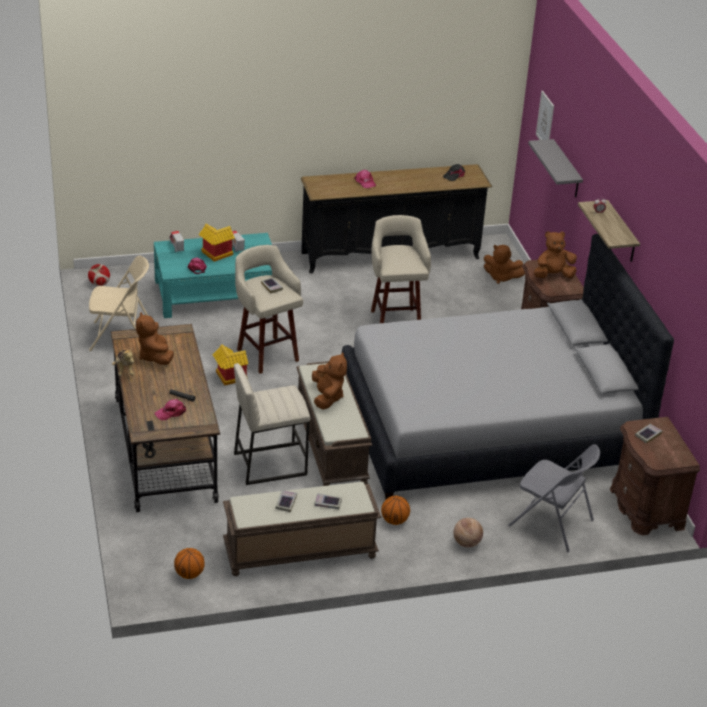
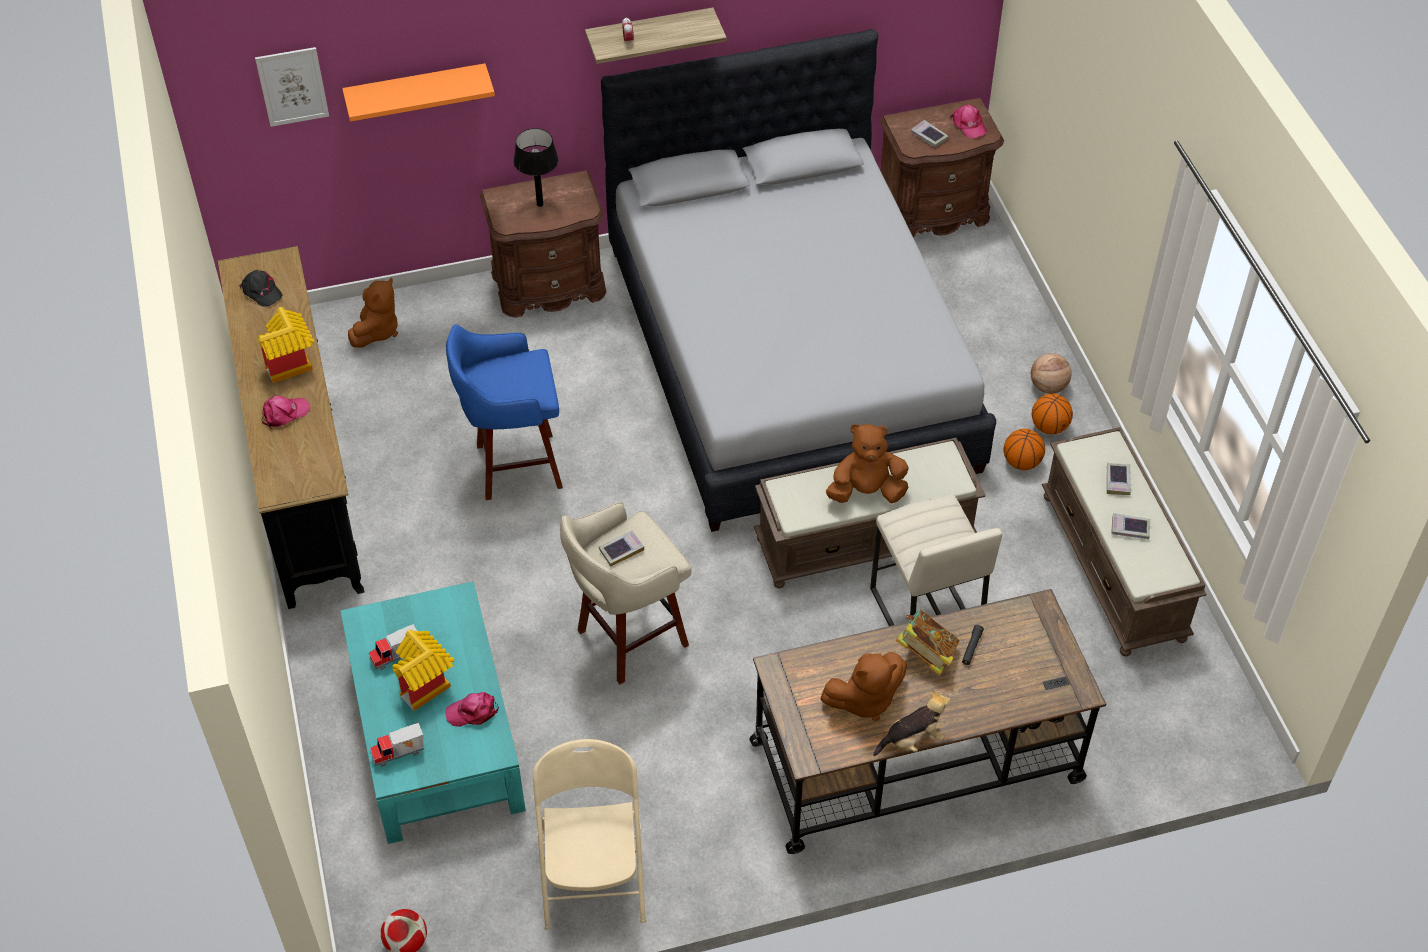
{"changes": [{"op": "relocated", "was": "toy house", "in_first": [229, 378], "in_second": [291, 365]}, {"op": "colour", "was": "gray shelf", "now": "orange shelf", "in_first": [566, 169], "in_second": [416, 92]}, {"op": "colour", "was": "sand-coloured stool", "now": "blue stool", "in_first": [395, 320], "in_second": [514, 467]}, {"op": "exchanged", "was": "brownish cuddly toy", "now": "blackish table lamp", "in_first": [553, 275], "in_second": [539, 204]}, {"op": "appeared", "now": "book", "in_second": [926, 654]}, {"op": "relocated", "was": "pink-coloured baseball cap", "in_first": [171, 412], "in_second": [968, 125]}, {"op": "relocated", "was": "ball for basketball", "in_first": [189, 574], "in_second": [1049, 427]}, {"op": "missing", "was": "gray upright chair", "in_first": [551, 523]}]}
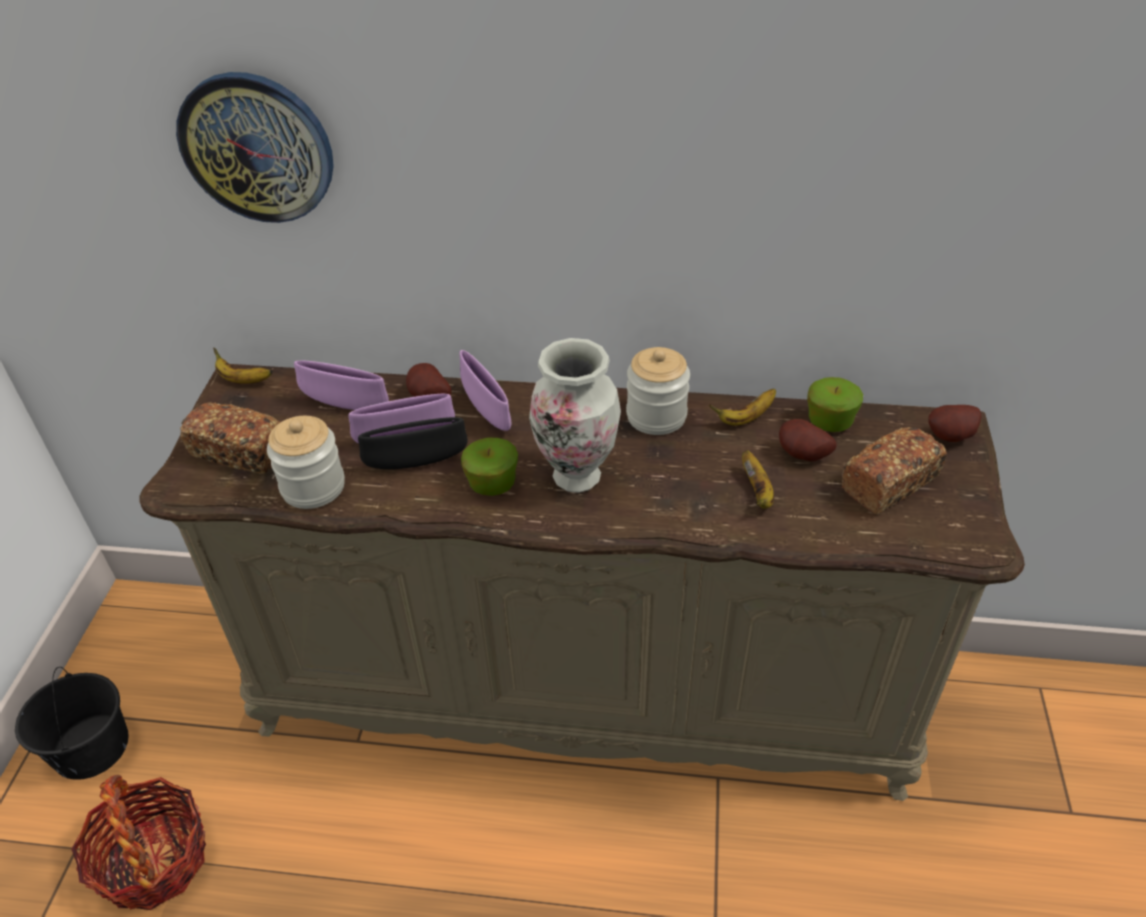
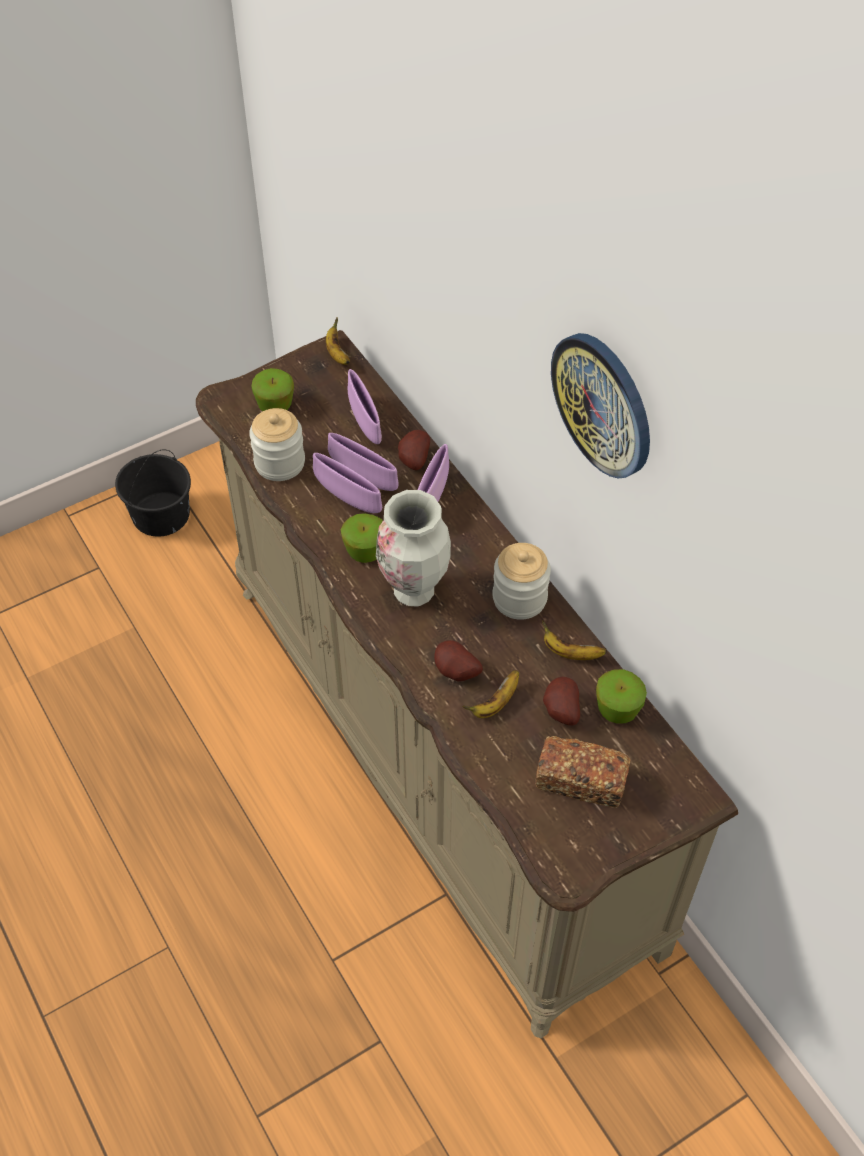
{"changes": [{"op": "exchanged", "was": "baked bread", "now": "whole apple", "in_first": [240, 452], "in_second": [275, 405]}, {"op": "colour", "was": "blackish deep dish", "now": "purple deep dish", "in_first": [417, 463], "in_second": [348, 498]}, {"op": "relocated", "was": "potato", "in_first": [952, 438], "in_second": [455, 672]}, {"op": "relocated", "was": "hanging clock", "in_first": [257, 148], "in_second": [603, 404]}, {"op": "missing", "was": "household basket", "in_first": [154, 860]}]}
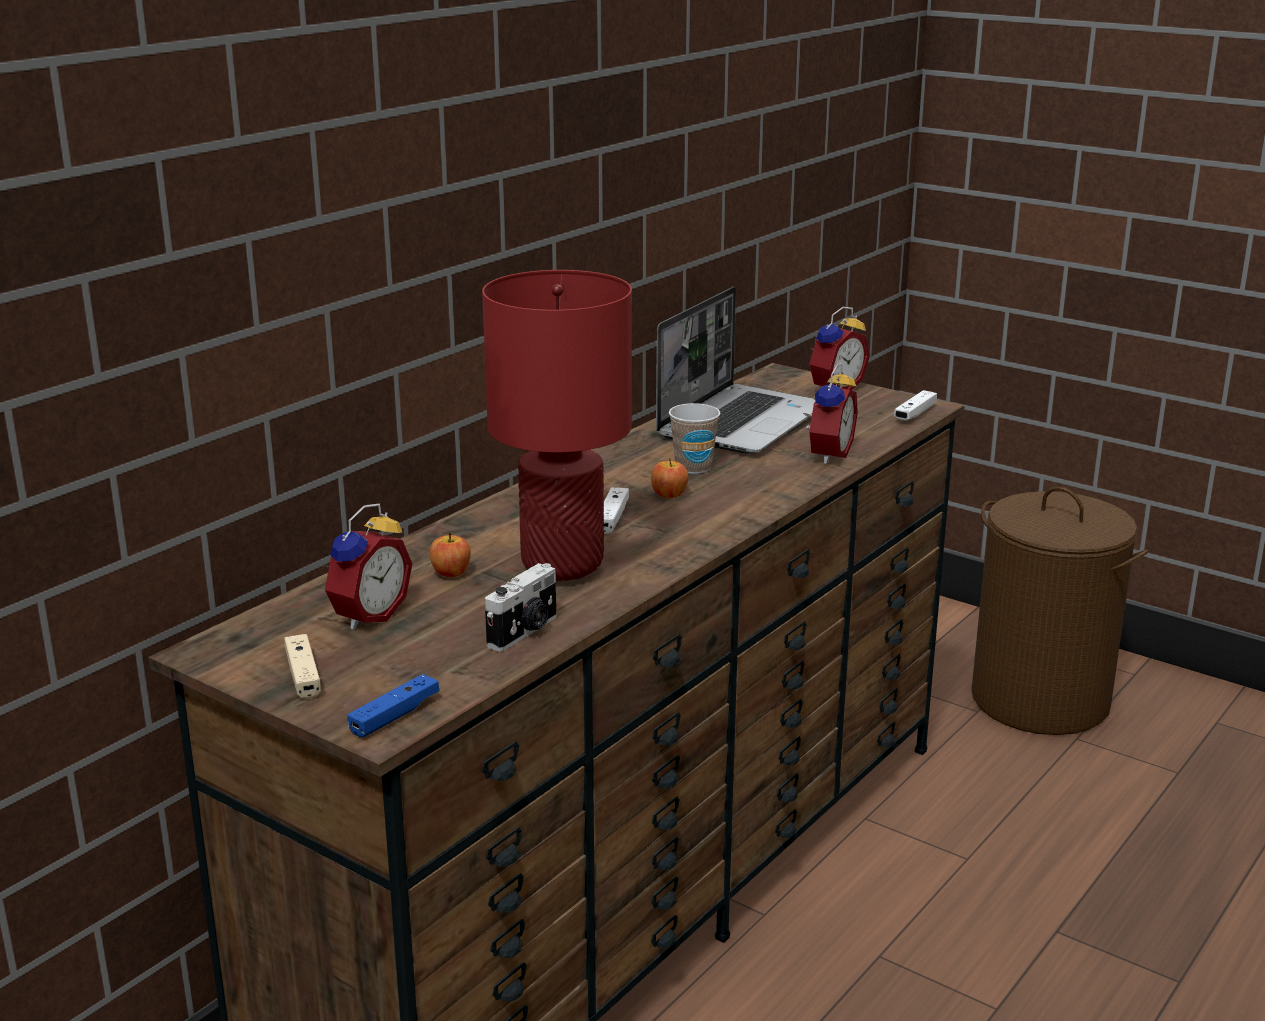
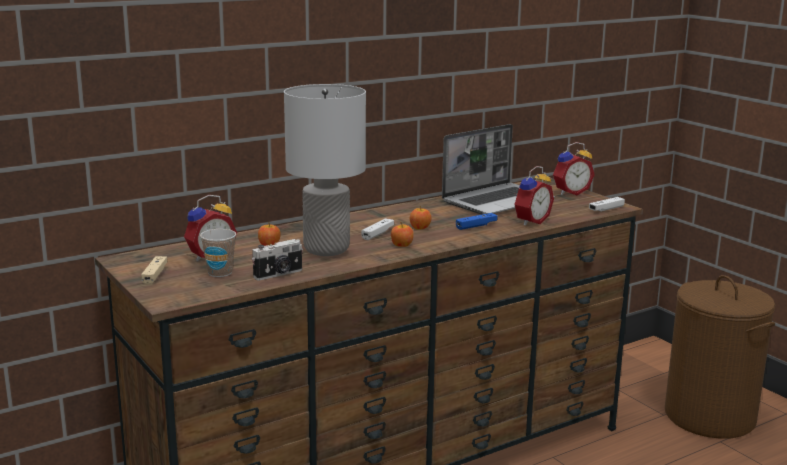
{"changes": [{"op": "relocated", "was": "drinking cup", "in_first": [693, 467], "in_second": [220, 273]}, {"op": "colour", "was": "reddish table lamp", "now": "gray table lamp", "in_first": [563, 570], "in_second": [327, 252]}, {"op": "appeared", "now": "whole apple", "in_second": [401, 245]}, {"op": "relocated", "was": "blue game controller", "in_first": [395, 715], "in_second": [476, 226]}]}
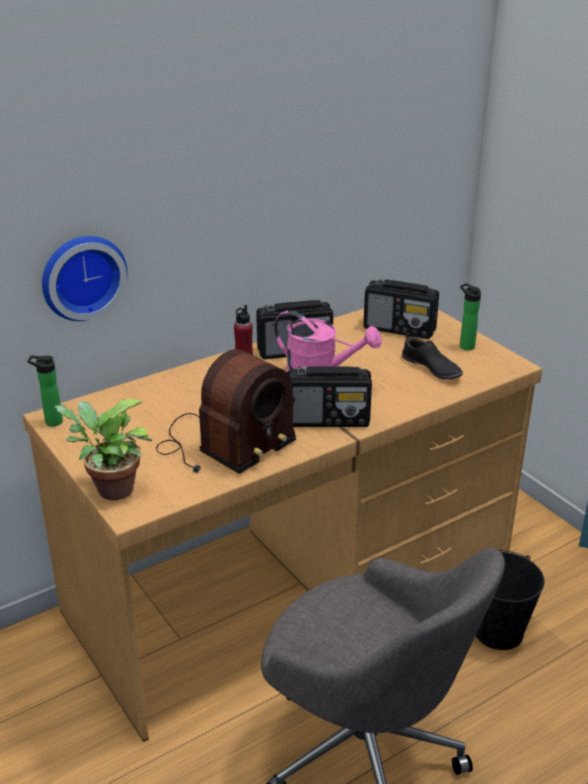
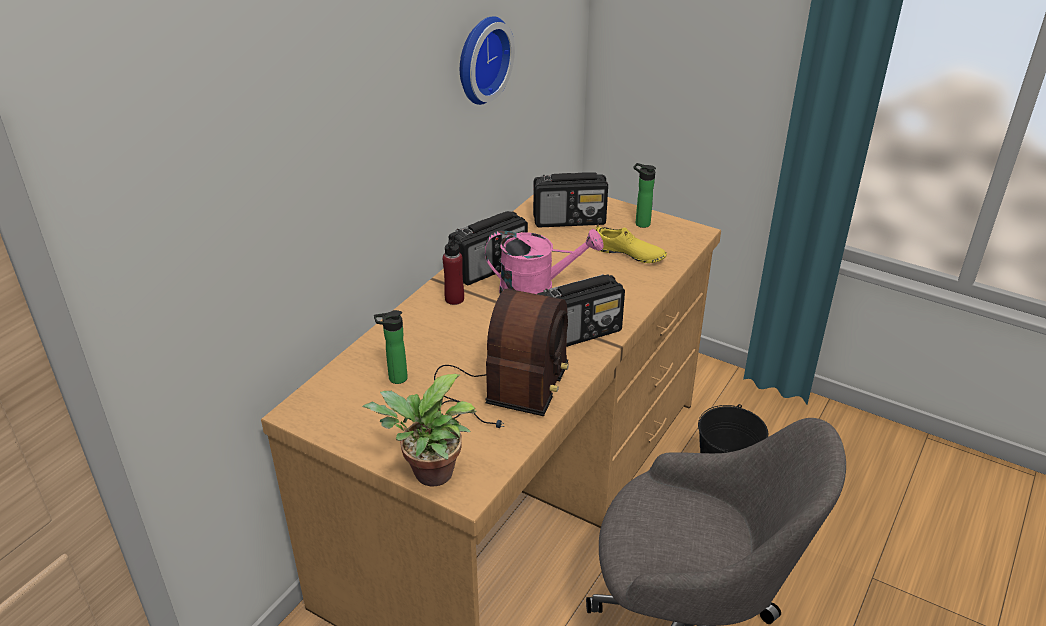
{"changes": [{"op": "relocated", "was": "bottle", "in_first": [51, 422], "in_second": [395, 379]}, {"op": "relocated", "was": "hanging clock", "in_first": [82, 276], "in_second": [480, 59]}, {"op": "colour", "was": "blackish item of footwear", "now": "yellowish item of footwear", "in_first": [431, 368], "in_second": [629, 254]}]}
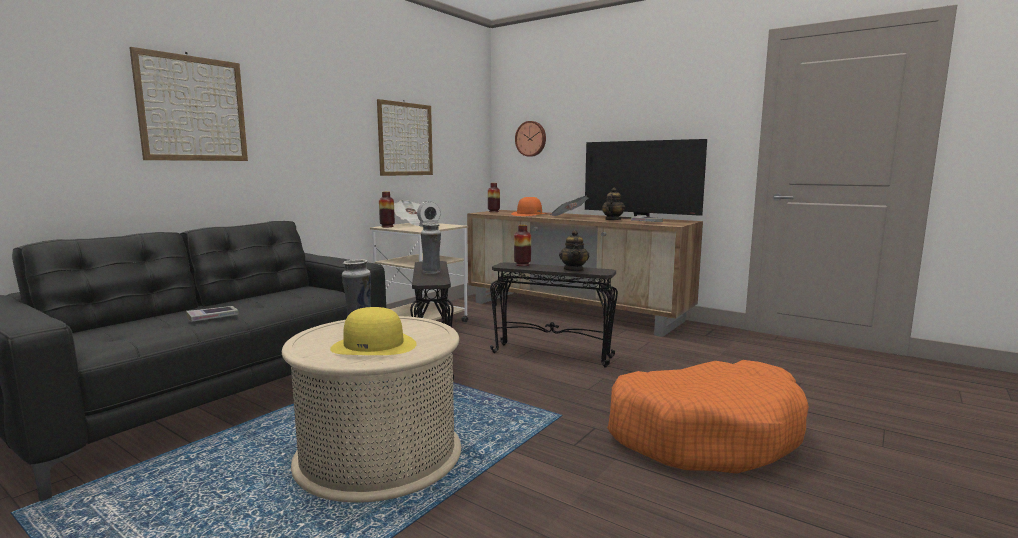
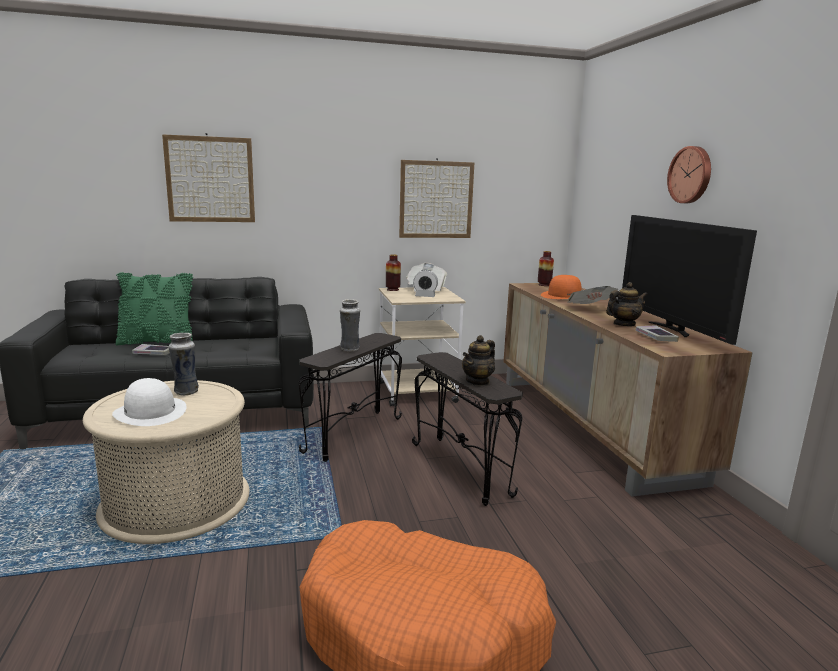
{"changes": [{"op": "colour", "was": "yellowish clothing hat", "now": "white clothing hat", "in_first": [374, 346], "in_second": [150, 412]}, {"op": "appeared", "now": "green-coloured cushion", "in_second": [157, 342]}, {"op": "relocated", "was": "hanging clock", "in_first": [531, 138], "in_second": [691, 175]}, {"op": "missing", "was": "vase", "in_first": [522, 265]}]}
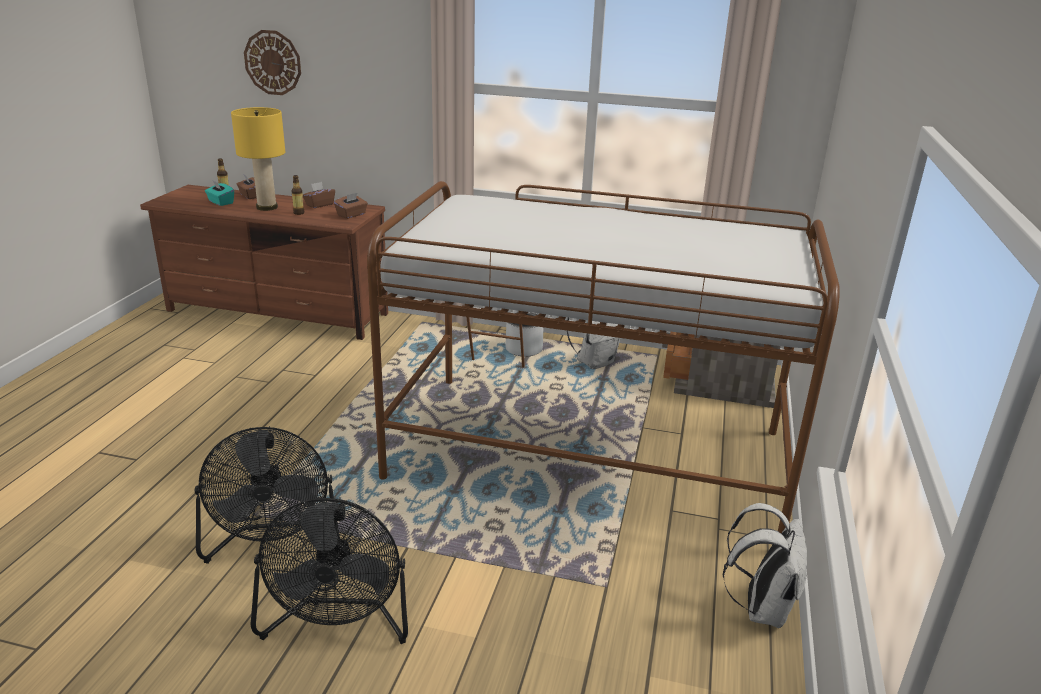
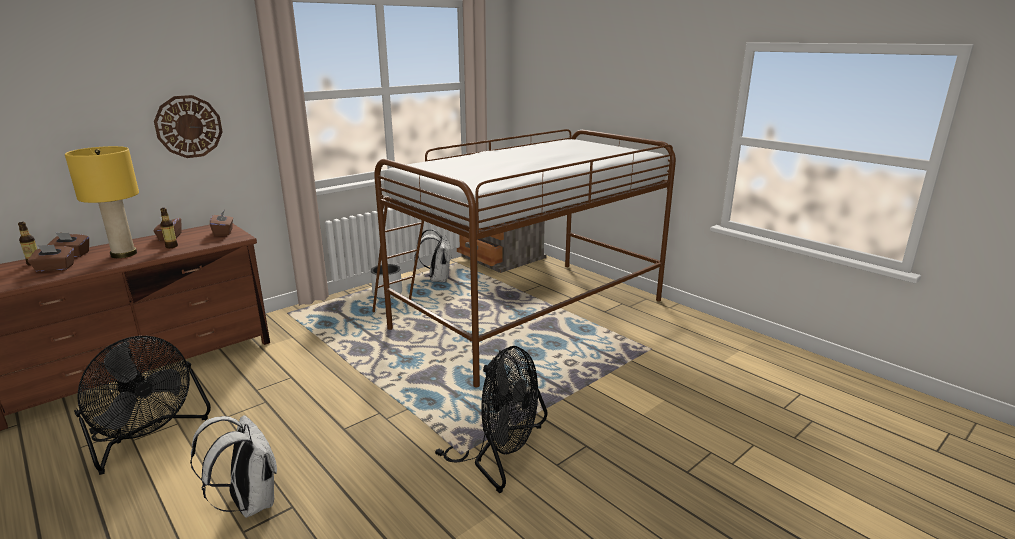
{"changes": [{"op": "colour", "was": "turquoise-coloured box of tissues", "now": "brownish box of tissues", "in_first": [220, 202], "in_second": [55, 268]}, {"op": "relocated", "was": "blackish electric fan", "in_first": [333, 618], "in_second": [142, 439]}, {"op": "relocated", "was": "hanging clock", "in_first": [273, 62], "in_second": [189, 126]}, {"op": "relocated", "was": "white backpack", "in_first": [761, 608], "in_second": [249, 503]}]}
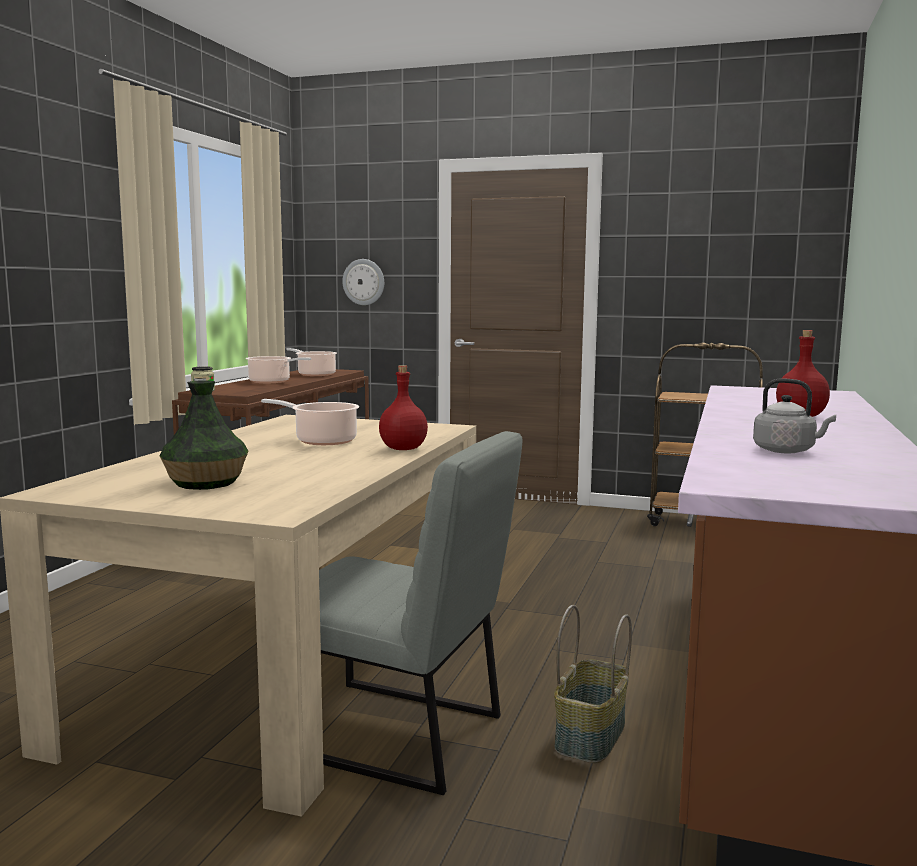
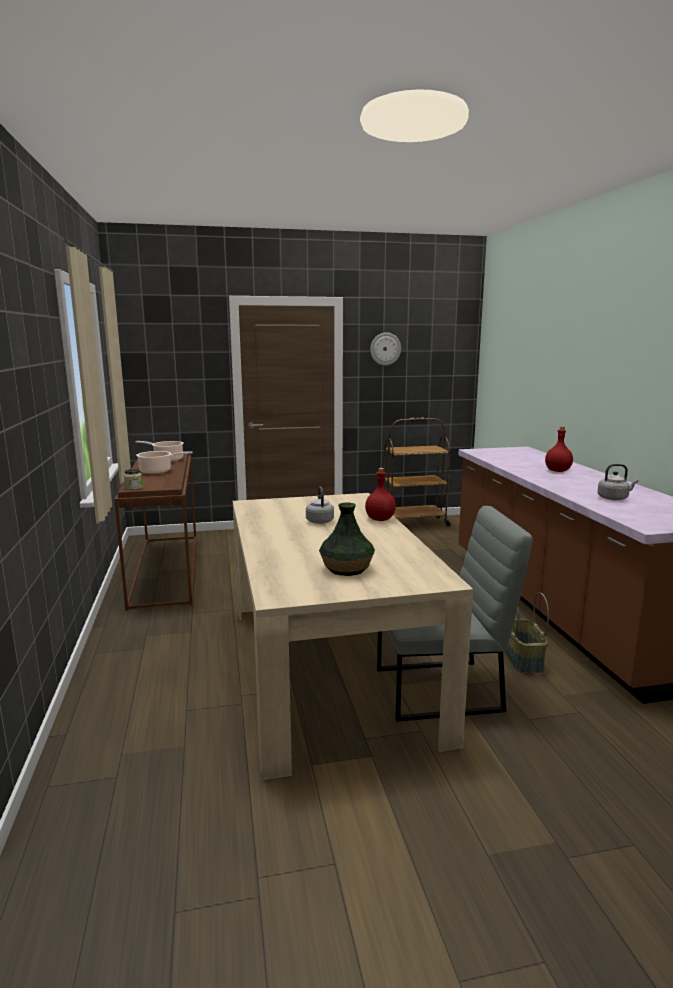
{"changes": [{"op": "exchanged", "was": "cooking pot", "now": "gray tea kettle", "in_first": [322, 441], "in_second": [319, 521]}, {"op": "relocated", "was": "hanging clock", "in_first": [364, 282], "in_second": [385, 349]}]}
